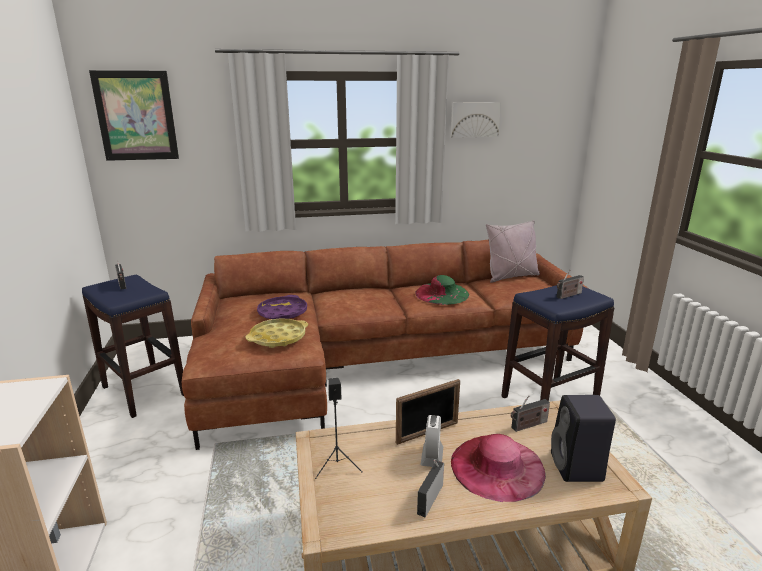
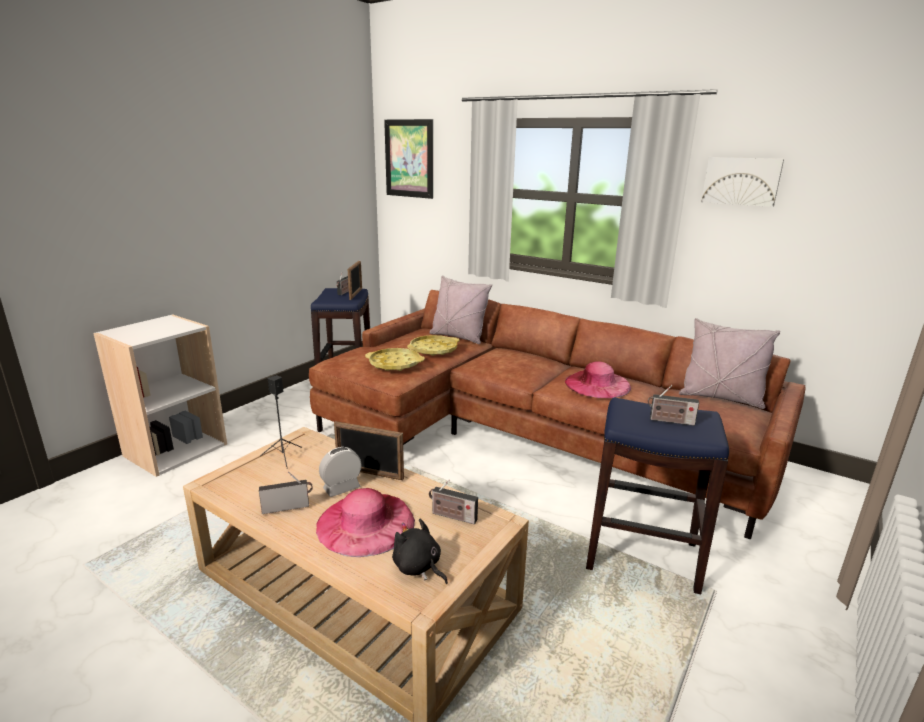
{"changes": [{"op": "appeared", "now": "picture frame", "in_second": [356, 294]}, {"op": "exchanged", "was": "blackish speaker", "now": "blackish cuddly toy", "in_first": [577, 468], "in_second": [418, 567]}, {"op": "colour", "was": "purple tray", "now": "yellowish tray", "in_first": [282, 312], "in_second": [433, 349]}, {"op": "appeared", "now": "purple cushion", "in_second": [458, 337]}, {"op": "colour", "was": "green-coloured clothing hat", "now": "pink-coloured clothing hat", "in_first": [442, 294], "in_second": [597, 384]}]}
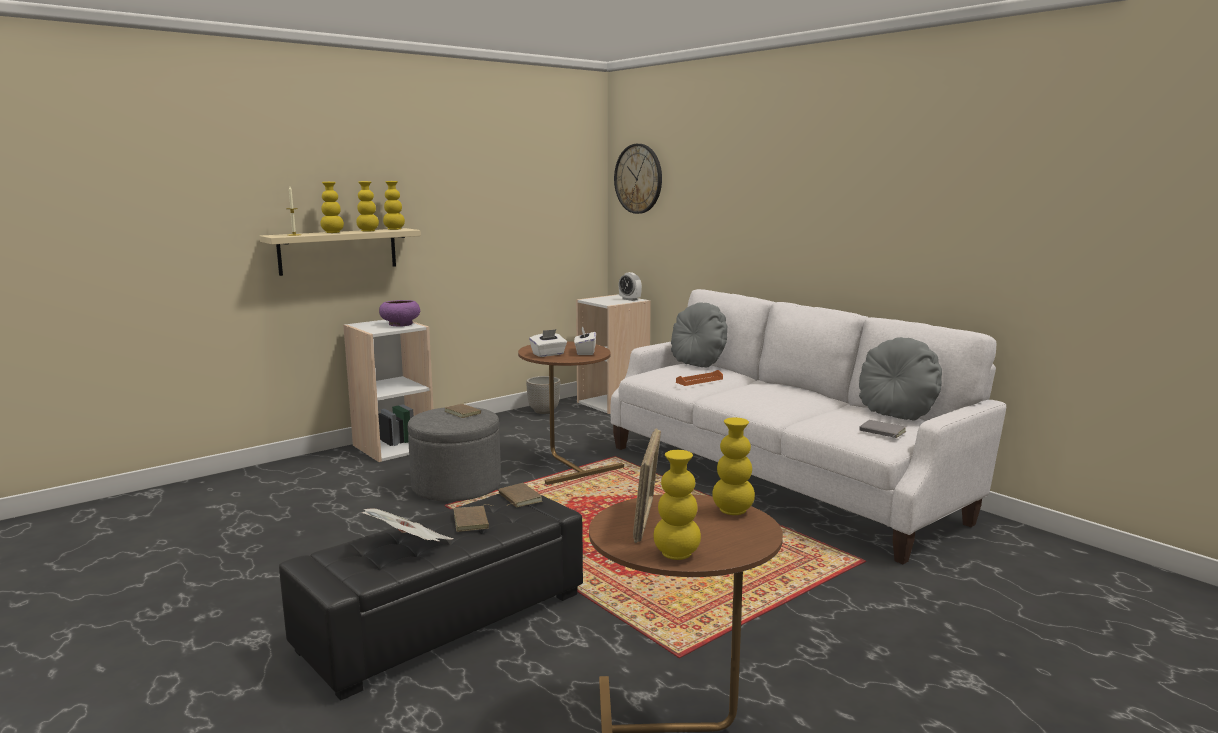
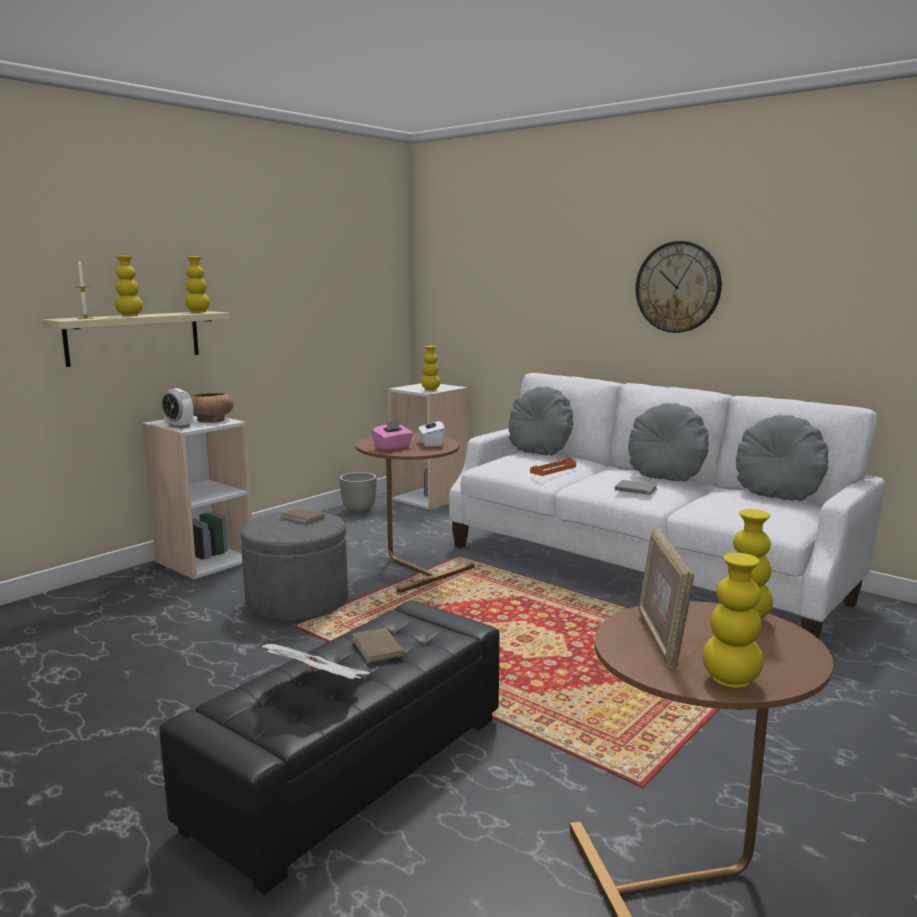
{"changes": [{"op": "relocated", "was": "table clock", "in_first": [630, 299], "in_second": [179, 426]}, {"op": "colour", "was": "purple deep dish", "now": "brownish deep dish", "in_first": [400, 324], "in_second": [210, 420]}, {"op": "colour", "was": "white box of tissues", "now": "pink-coloured box of tissues", "in_first": [548, 354], "in_second": [392, 447]}, {"op": "relocated", "was": "yellowish vase", "in_first": [368, 231], "in_second": [430, 390]}, {"op": "relocated", "was": "gray book", "in_first": [881, 432], "in_second": [635, 490]}, {"op": "appeared", "now": "gray cushion", "in_second": [665, 478]}, {"op": "relocated", "was": "hanging clock", "in_first": [638, 178], "in_second": [678, 287]}, {"op": "missing", "was": "brownish book", "in_first": [518, 498]}]}
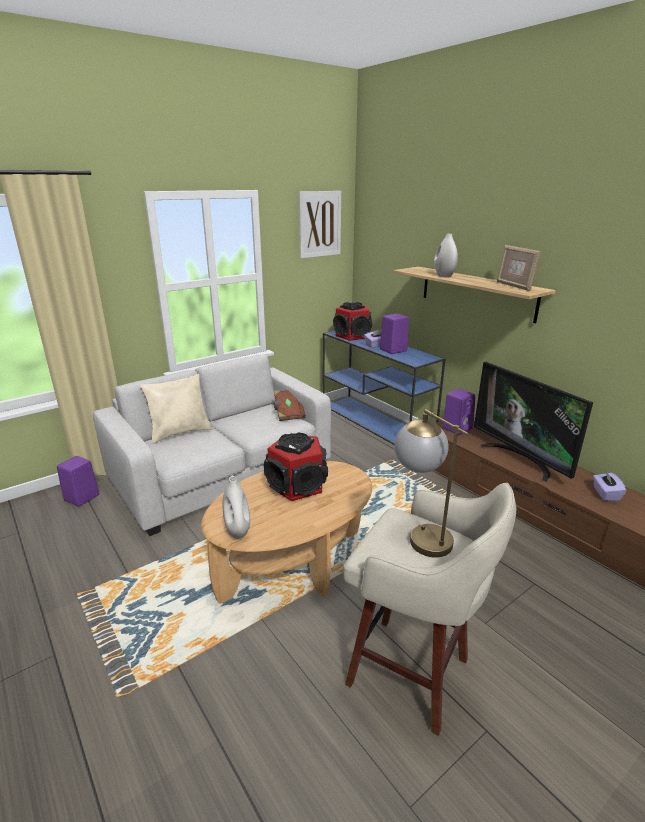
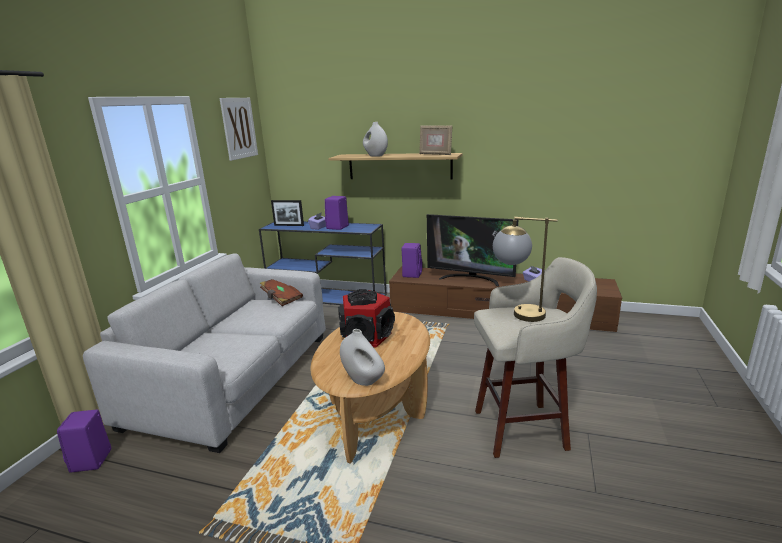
{"changes": [{"op": "exchanged", "was": "speaker", "now": "picture frame", "in_first": [353, 336], "in_second": [289, 225]}, {"op": "missing", "was": "sand-coloured cushion", "in_first": [180, 432]}]}
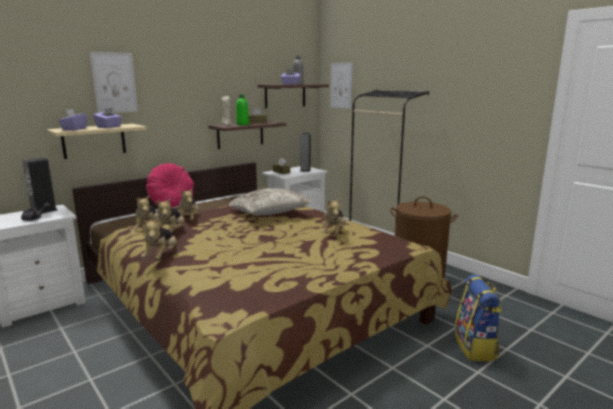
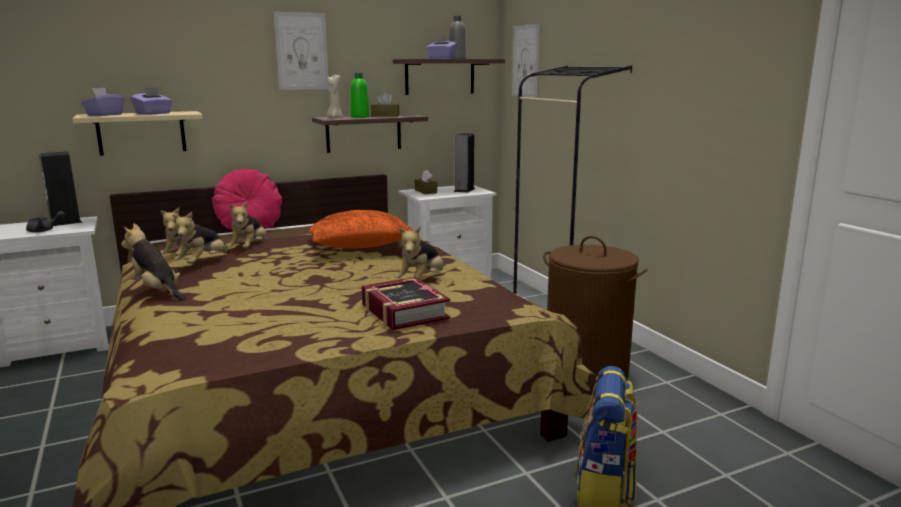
{"changes": [{"op": "spun", "was": "cuddly toy", "in_first": [162, 256], "in_second": [157, 291], "clockwise": 105}, {"op": "relocated", "was": "picture", "in_first": [114, 83], "in_second": [302, 51]}, {"op": "colour", "was": "sand-coloured cushion", "now": "orange cushion", "in_first": [269, 213], "in_second": [360, 247]}, {"op": "appeared", "now": "book", "in_second": [404, 312]}]}
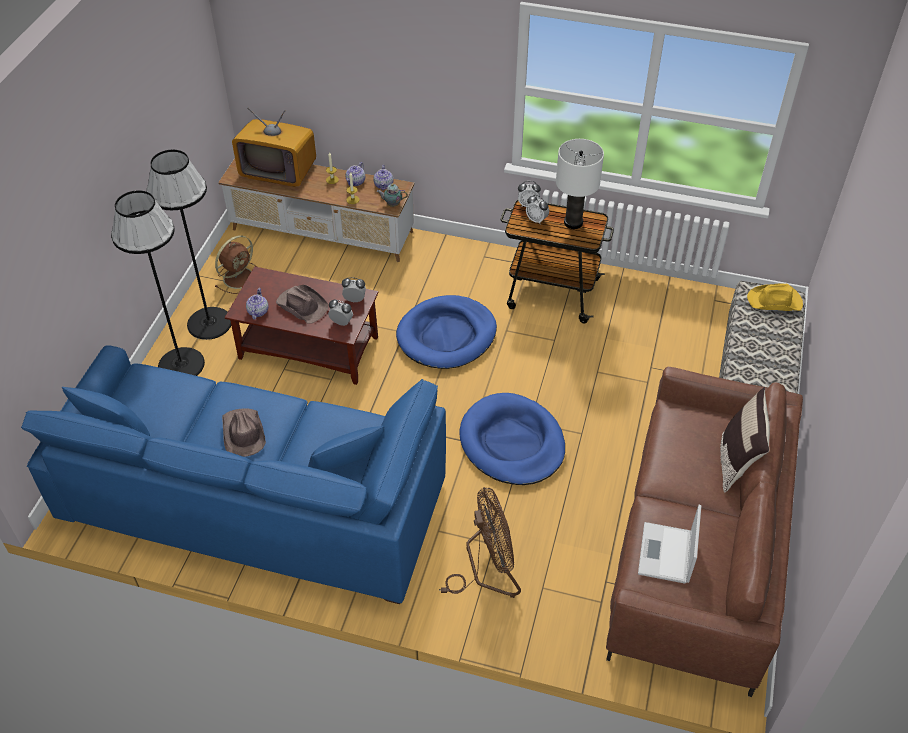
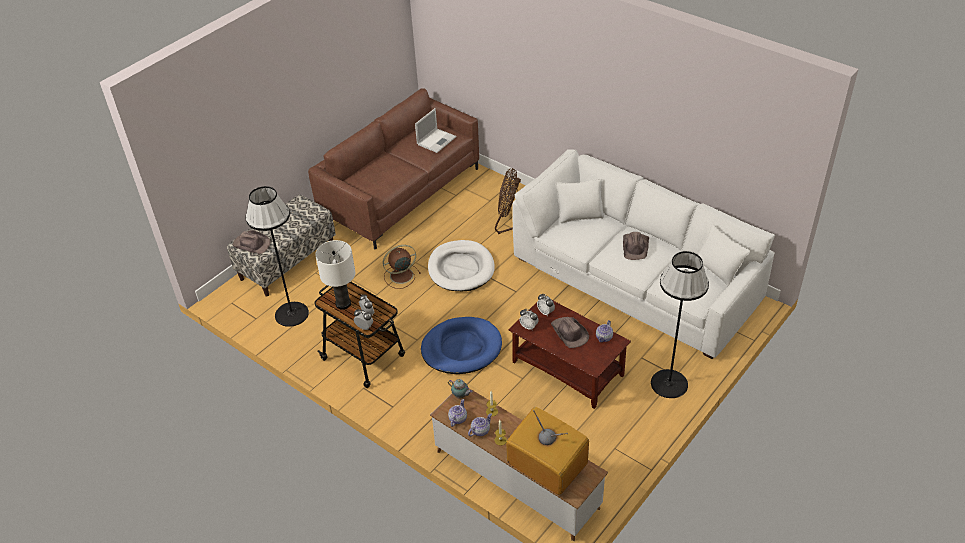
{"changes": [{"op": "colour", "was": "yellowish clothing hat", "now": "brownish clothing hat", "in_first": [775, 301], "in_second": [251, 244]}, {"op": "relocated", "was": "blackish standing lamp", "in_first": [209, 323], "in_second": [291, 314]}, {"op": "relocated", "was": "brownish electric fan", "in_first": [239, 277], "in_second": [400, 276]}, {"op": "colour", "was": "blue pet bed", "now": "white pet bed", "in_first": [512, 443], "in_second": [461, 268]}, {"op": "colour", "was": "blue couch", "now": "white couch", "in_first": [254, 499], "in_second": [634, 280]}, {"op": "missing", "was": "cushion", "in_first": [737, 462]}]}
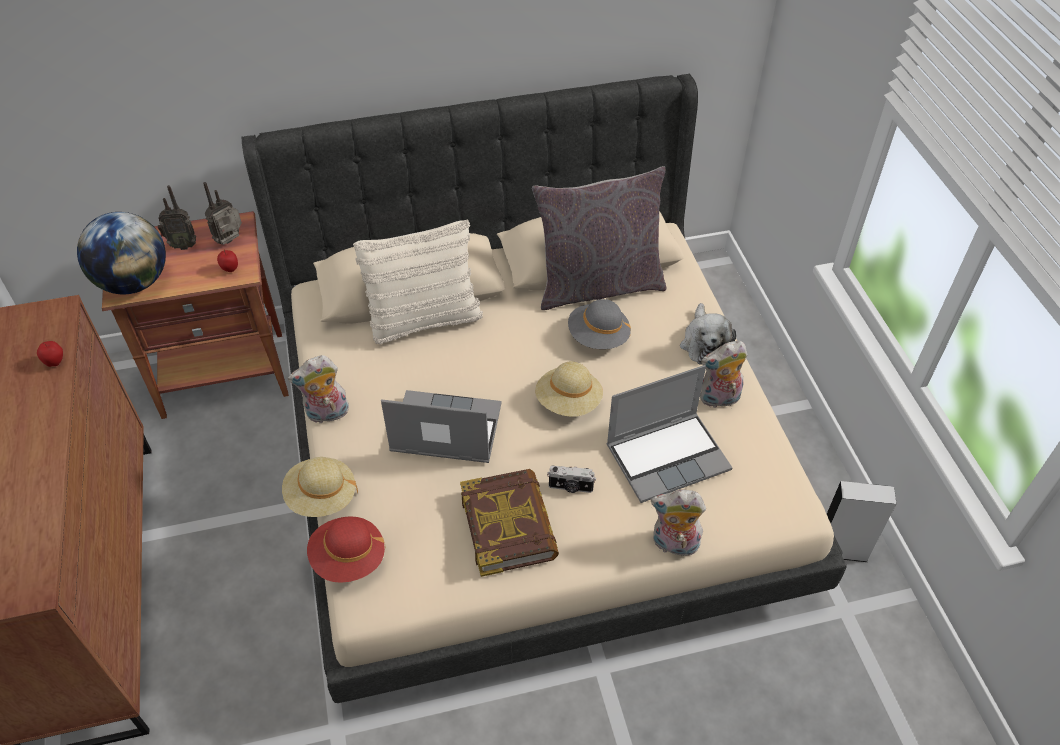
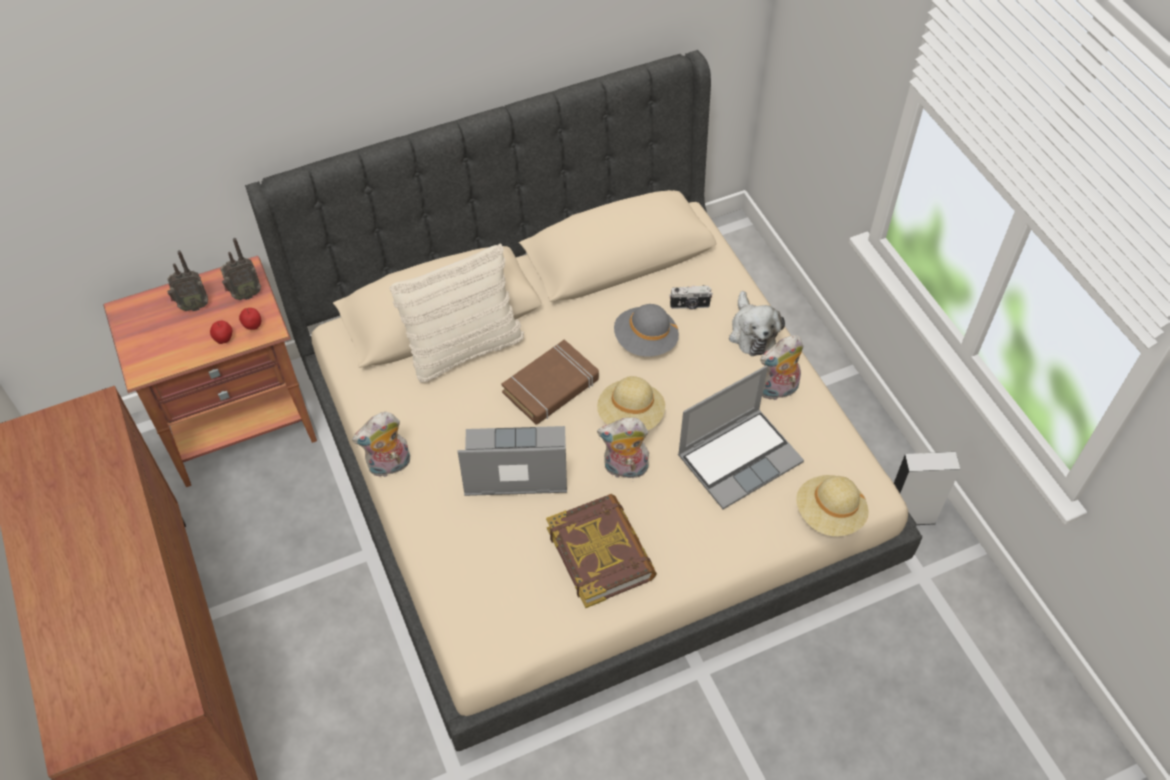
{"changes": [{"op": "relocated", "was": "whole apple", "in_first": [55, 363], "in_second": [224, 340]}, {"op": "spun", "was": "radio", "in_first": [232, 242], "in_second": [245, 294], "clockwise": -150}, {"op": "appeared", "now": "brownish book", "in_second": [551, 386]}, {"op": "relocated", "was": "cuddly toy", "in_first": [674, 545], "in_second": [624, 469]}, {"op": "relocated", "was": "still camera", "in_first": [570, 487], "in_second": [690, 306]}, {"op": "relocated", "was": "sand-coloured clothing hat", "in_first": [321, 497], "in_second": [829, 514]}, {"op": "missing", "was": "desk globe", "in_first": [134, 282]}, {"op": "missing", "was": "reddish clothing hat", "in_first": [348, 559]}, {"op": "missing", "was": "gray cushion", "in_first": [598, 285]}]}
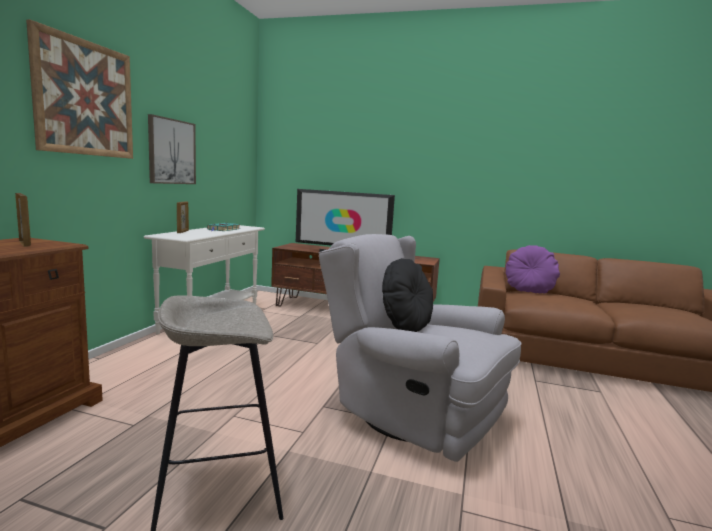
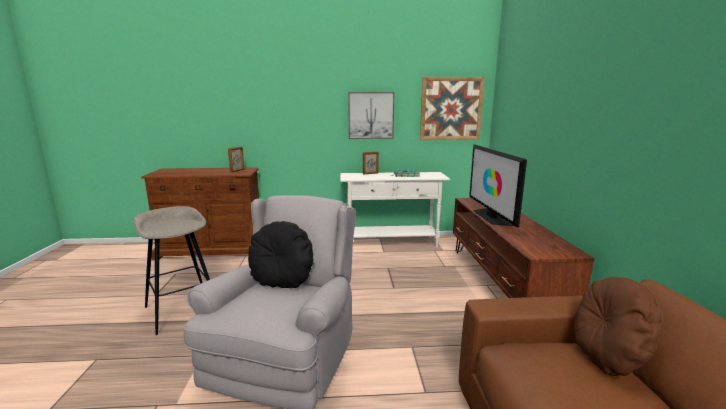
{"changes": [{"op": "relocated", "was": "picture", "in_first": [85, 98], "in_second": [451, 109]}, {"op": "colour", "was": "purple cushion", "now": "brownish cushion", "in_first": [529, 291], "in_second": [606, 359]}]}
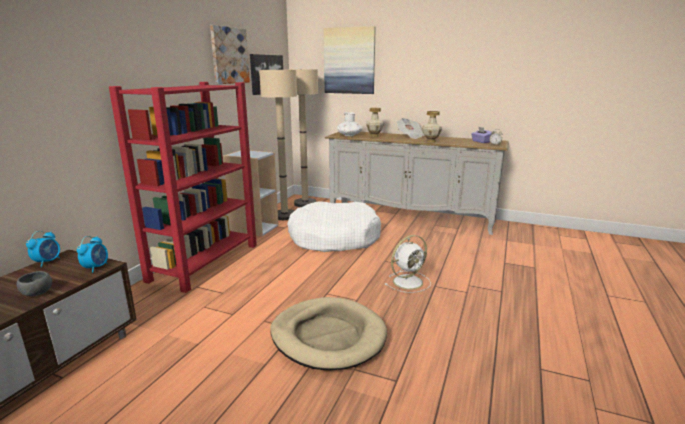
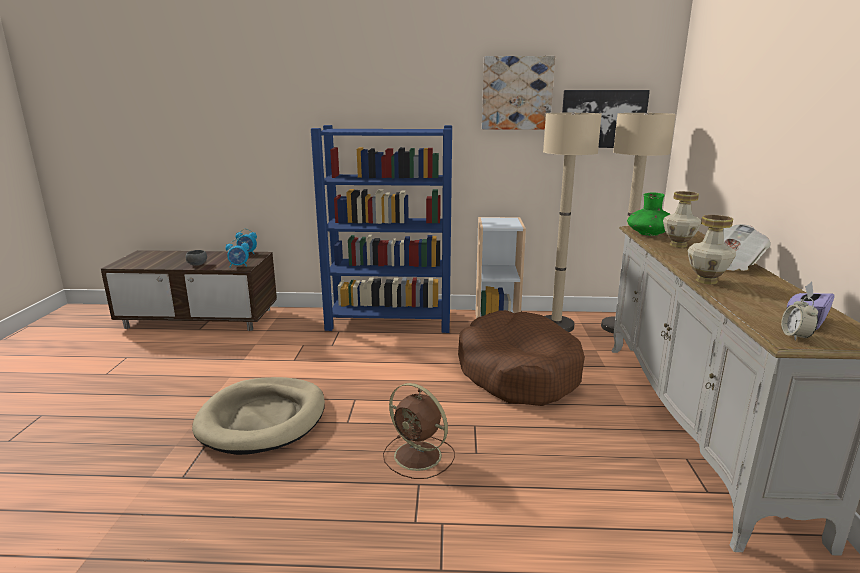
{"changes": [{"op": "colour", "was": "reddish bookcase", "now": "blue bookcase", "in_first": [205, 262], "in_second": [390, 320]}, {"op": "colour", "was": "white electric fan", "now": "brownish electric fan", "in_first": [409, 281], "in_second": [419, 456]}, {"op": "colour", "was": "white pet bed", "now": "brownish pet bed", "in_first": [334, 238], "in_second": [517, 372]}, {"op": "colour", "was": "white vase", "now": "green-coloured vase", "in_first": [349, 135], "in_second": [649, 234]}, {"op": "missing", "was": "picture", "in_first": [349, 61]}]}
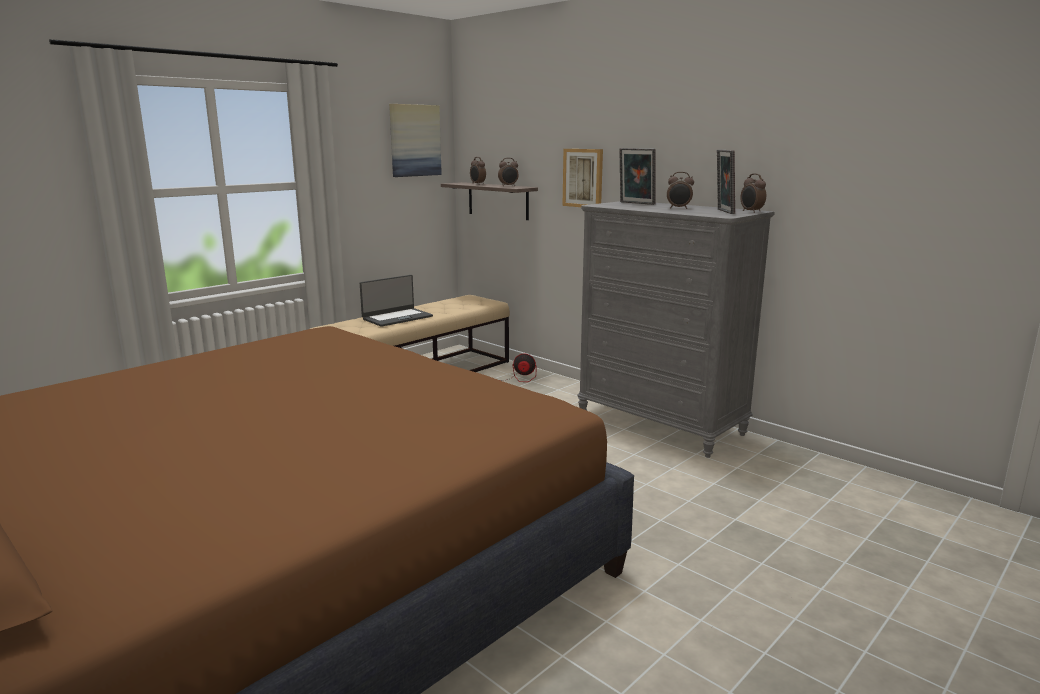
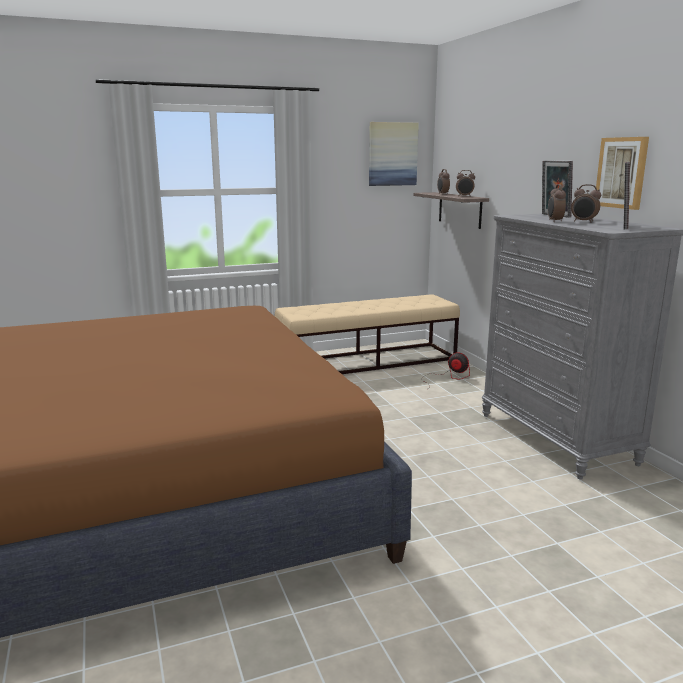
{"changes": [{"op": "relocated", "was": "table clock", "in_first": [751, 211], "in_second": [554, 221]}, {"op": "relocated", "was": "picture", "in_first": [583, 178], "in_second": [622, 172]}, {"op": "missing", "was": "laptop", "in_first": [397, 318]}]}
